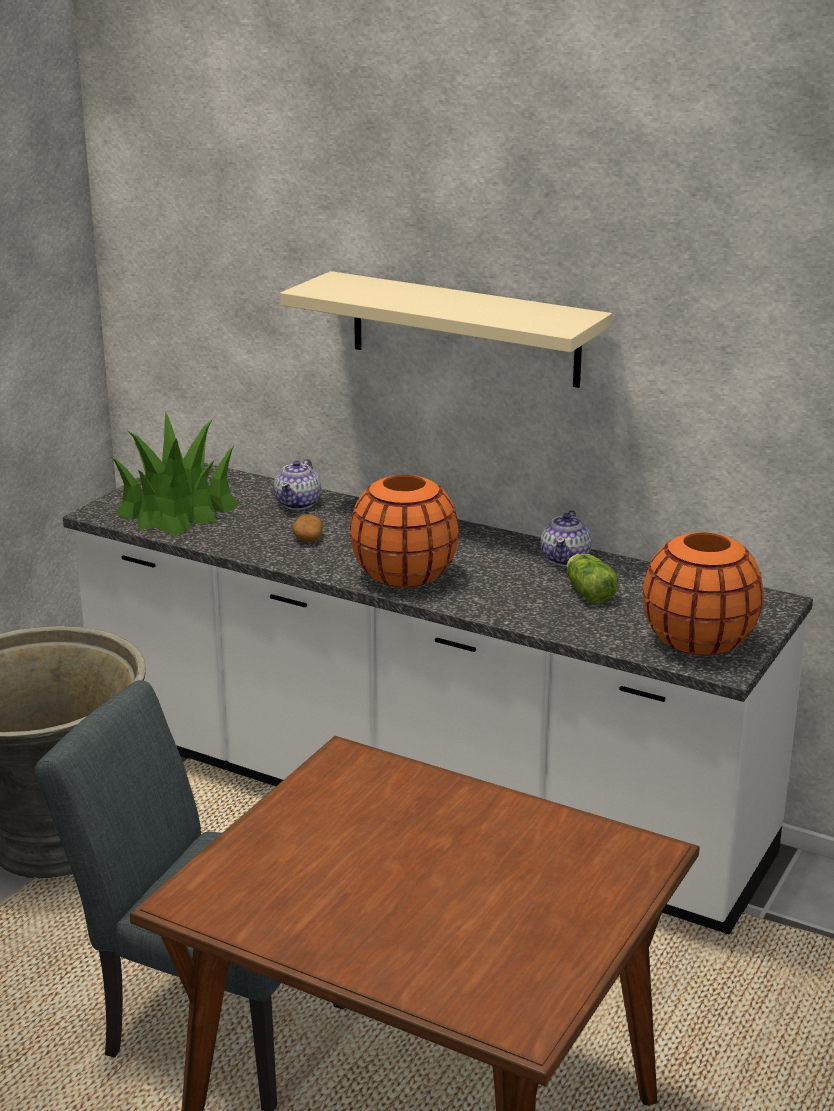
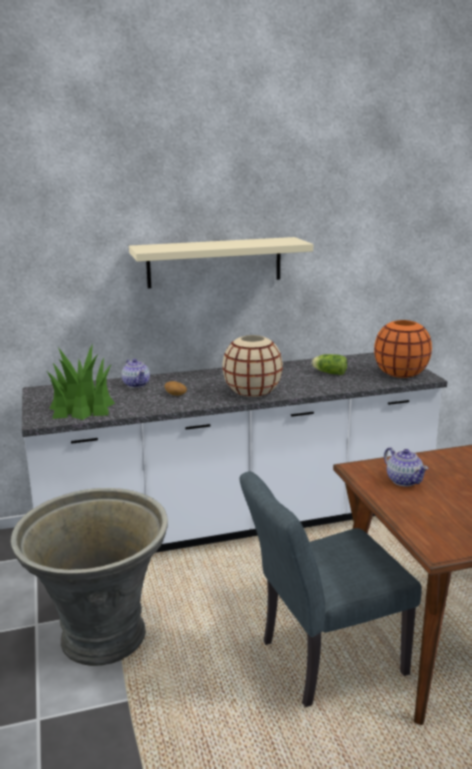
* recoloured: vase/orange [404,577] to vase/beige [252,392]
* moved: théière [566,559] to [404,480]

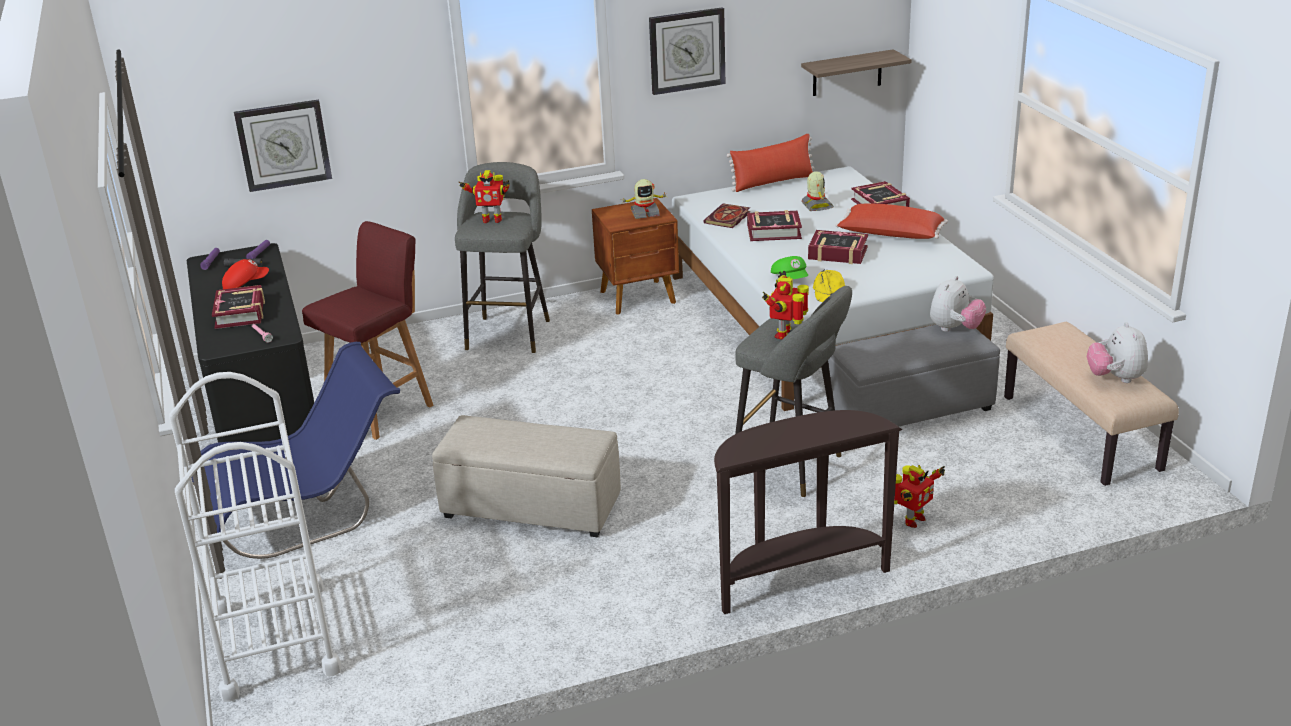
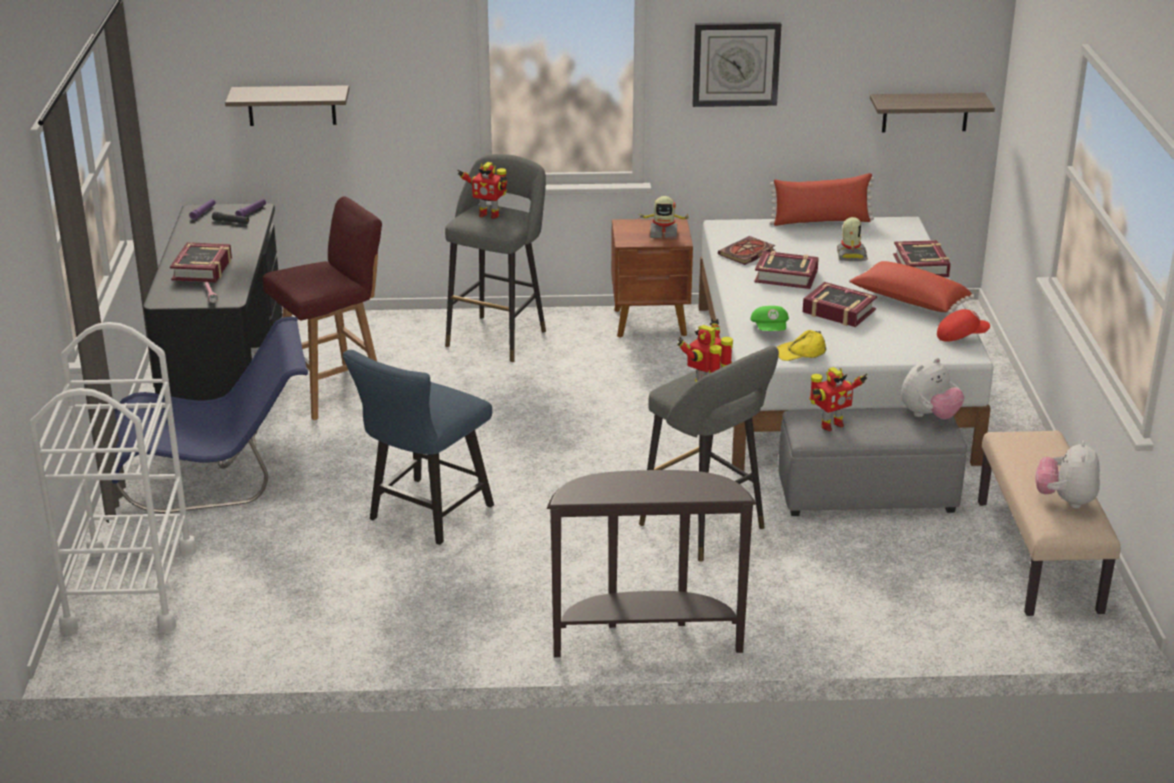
* replaced: horloge murale [283,145] to étagère [291,105]
* moved: casquette/rouge [245,284] to [961,336]
* turned: casquette/jaune [829,293] = [800,352] 60 degrees clockwise
* replaced: pouf/beige [530,507] to chaise/bleu [424,516]
* moved: robot jouet [912,520] to [830,425]

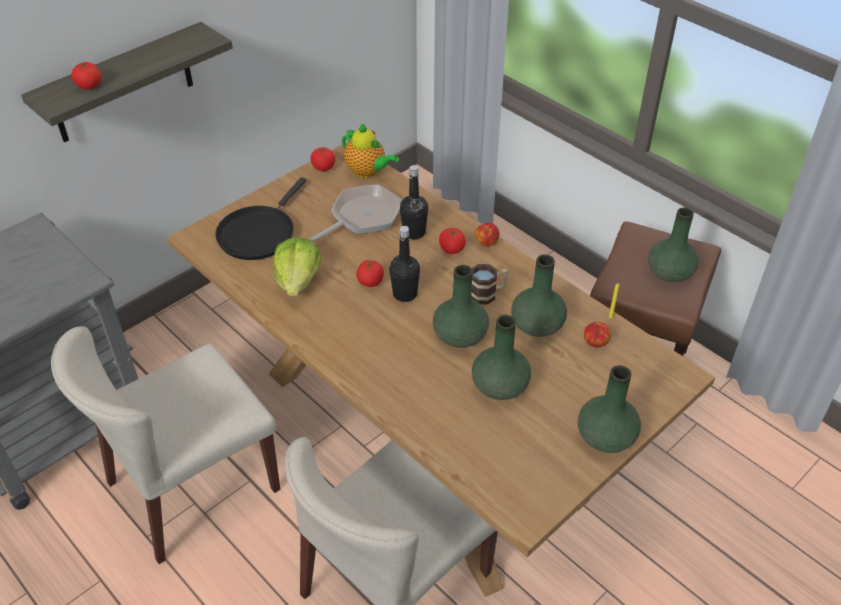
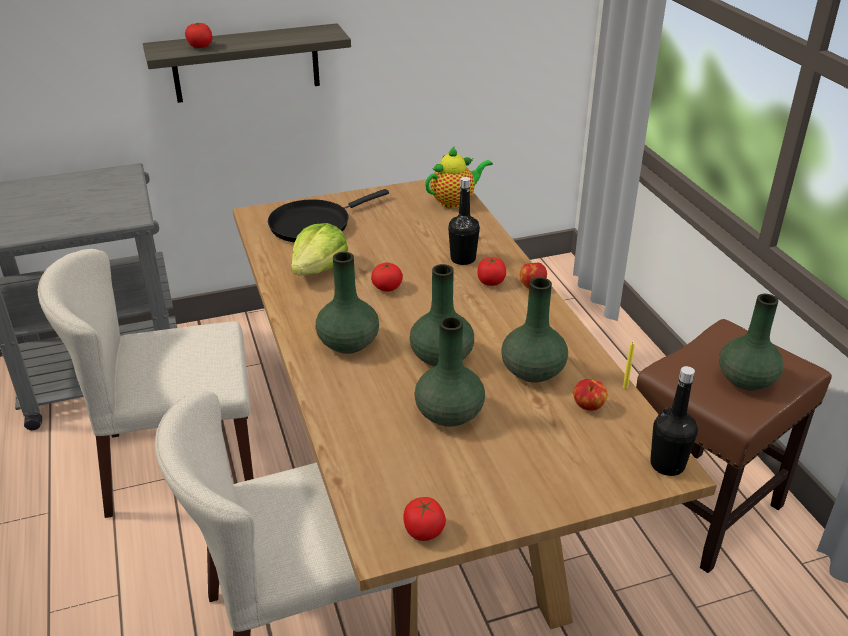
* turned: théière [367,172] = [455,201] 90 degrees counterclockwise
* moved: tomate [323,167] to [423,531]
* removed: poêle [362,217]
* moved: bouteille/noir [405,294] to [667,464]
* removed: mug [488,293]
* moved: vase/vert [605,437] to [347,343]

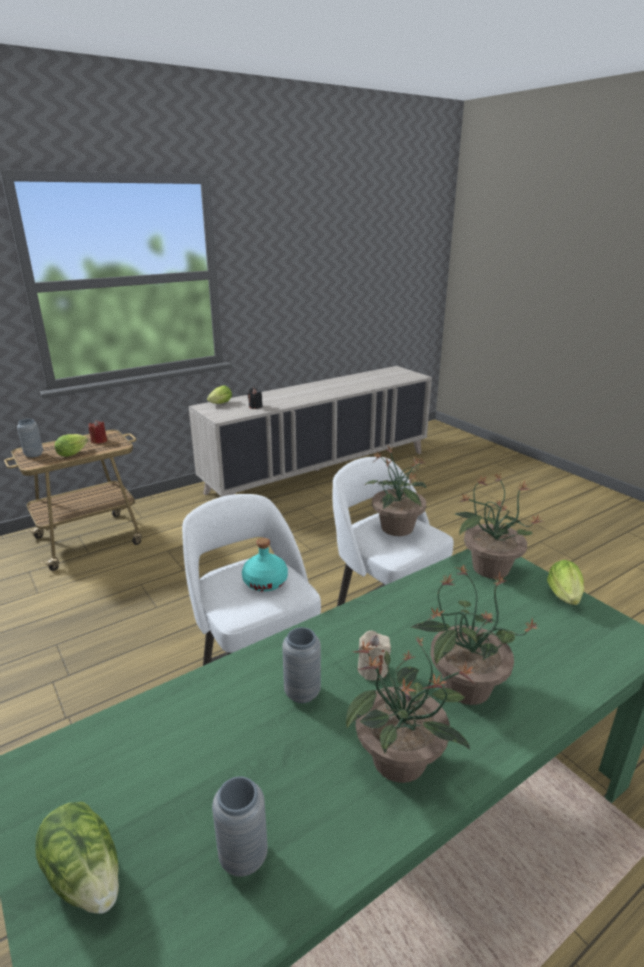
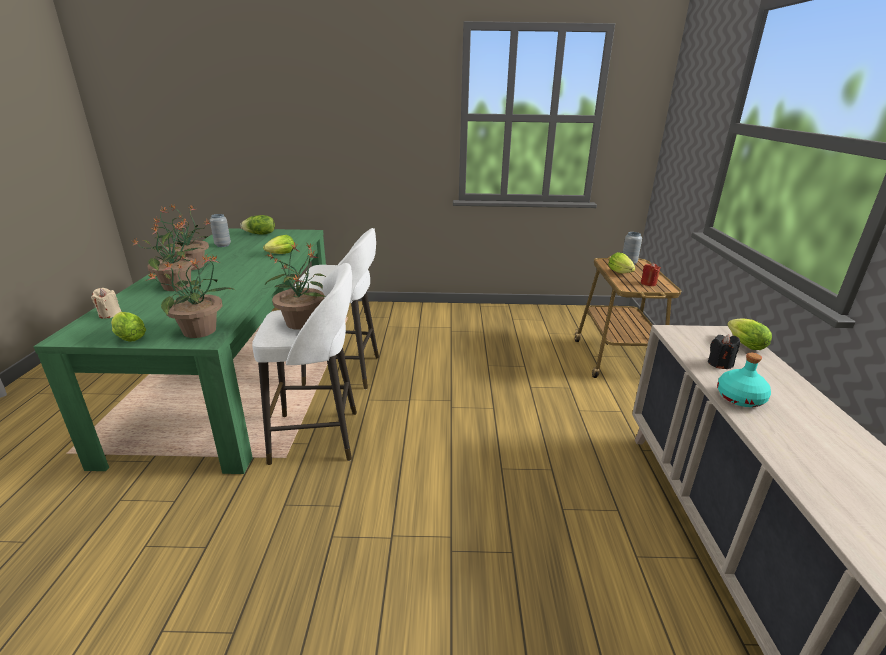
* moved: bouteille/turquoise [265,582] to [740,398]
* removed: vase/gris [302,692]
* moved: bougie/beige [372,669] to [109,314]
* added: laitue [280,254]

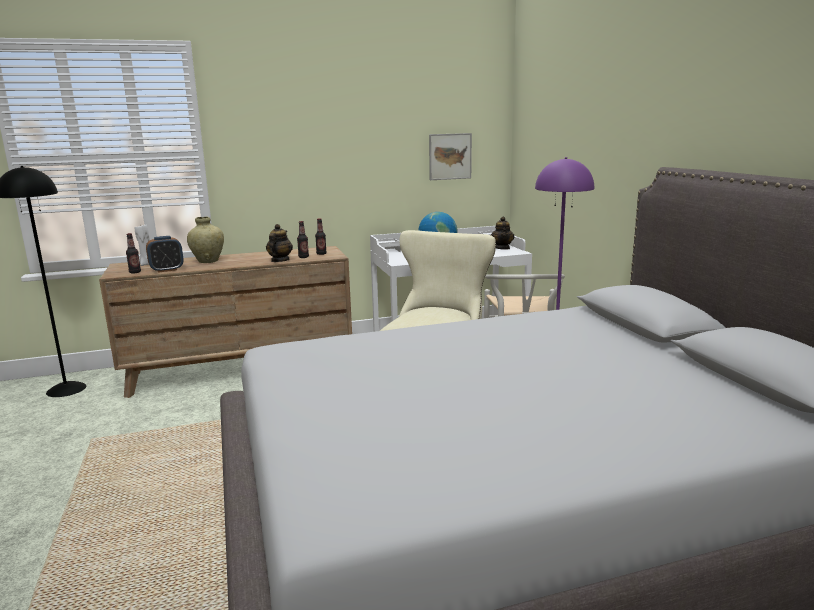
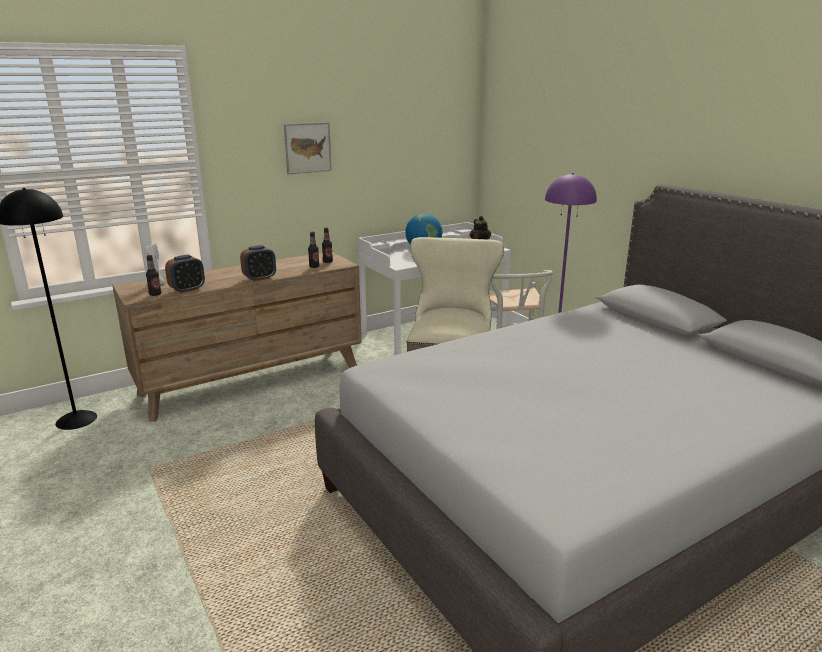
* moved: tableau [450,156] to [308,148]
* removed: vase/beige [208,261]
* removed: théière [280,260]
* added: réveil [259,278]

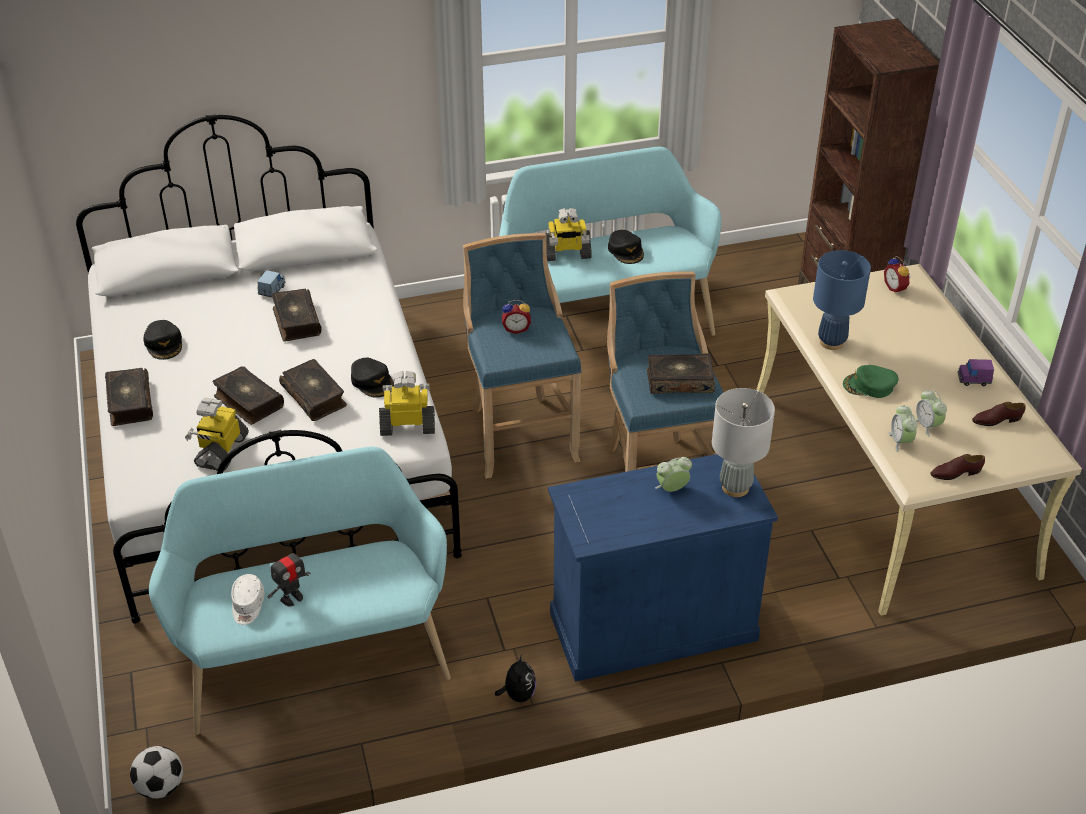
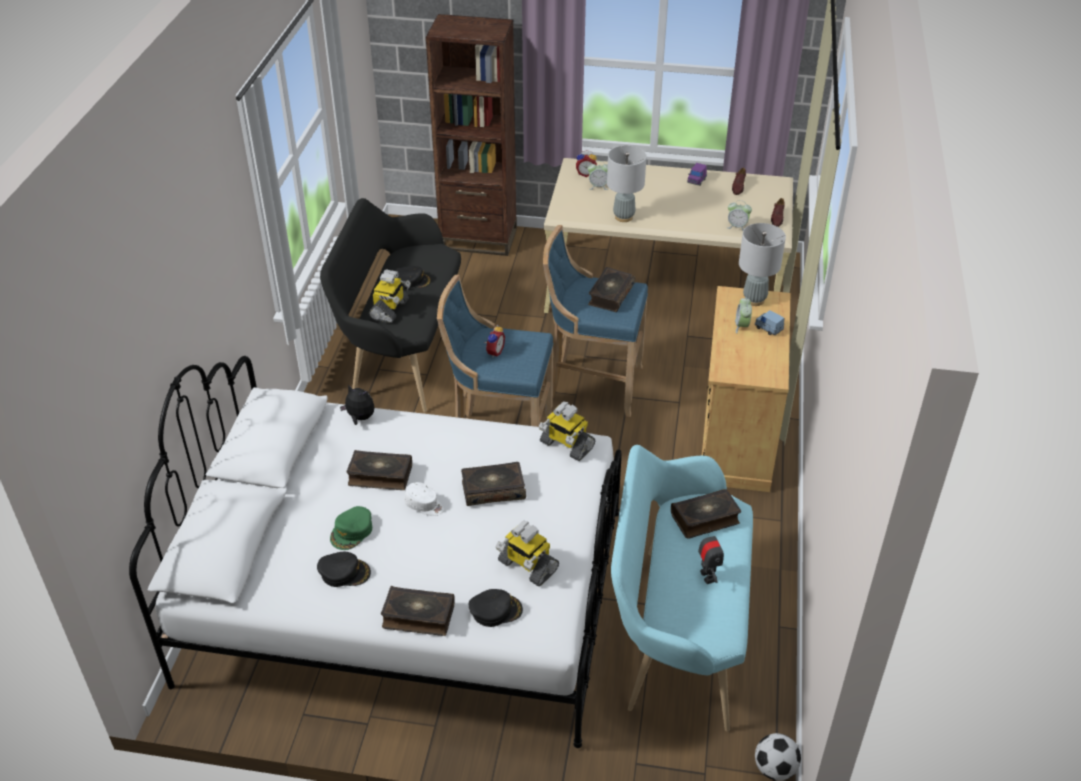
* recoloured: banc/turquoise [604,320] to banc/noir [401,351]
* recoloured: lampe de table/bleu [831,342] to lampe de table/gris [624,217]
* moved: petite voiture/bleu [272,290] to [768,328]
* moved: casquette/noir [372,381] to [495,610]
* moved: casquette/vert [869,386] to [352,531]
* moved: livre [248,402] to [705,519]
* turned: robot jouet [408,425] = [566,445] 75 degrees counterclockwise
* moved: réveil [927,425] to [598,186]
* recoloured: meuble de rangement/bleu [652,626] to meuble de rangement/beige [736,437]
* moved: casquette/blanc [247,606] to [424,505]
* moved: peluche [518,695] to [360,418]

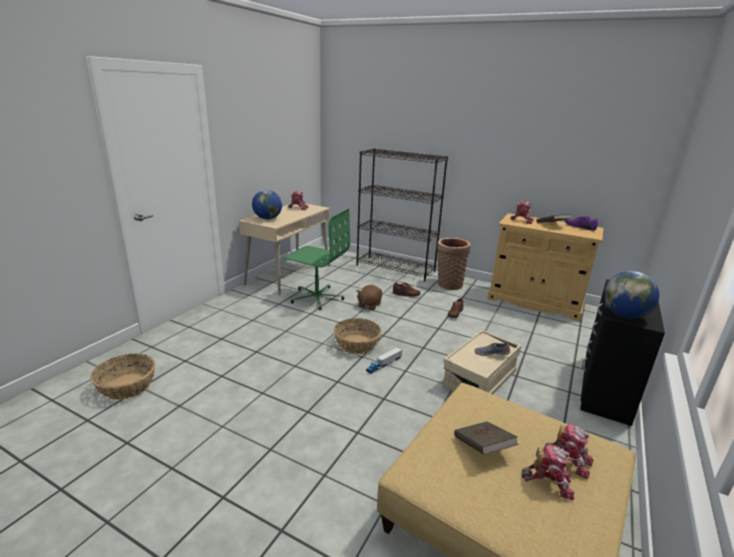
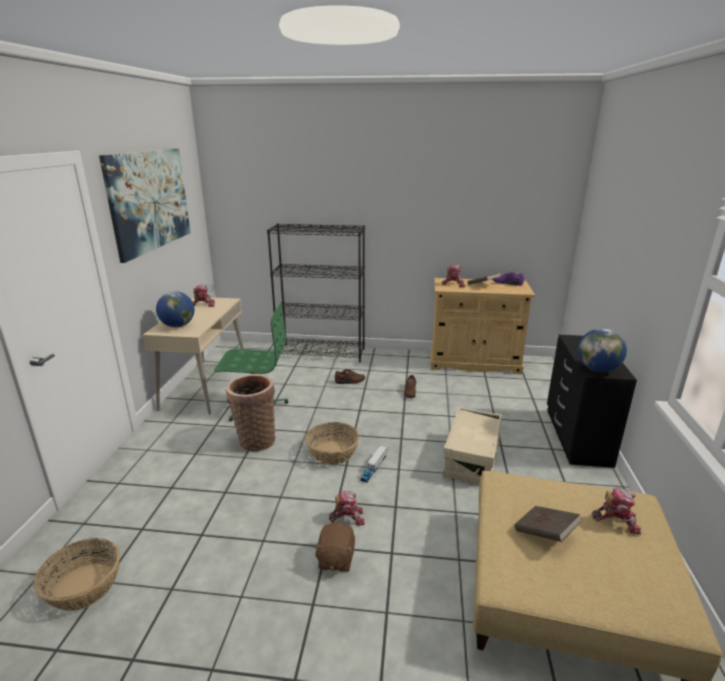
* moved: panier [448,284] to [255,440]
* moved: peluche/marron [369,305] to [335,559]
* removed: chaussure [491,354]
* moved: robot jouet [548,481] to [347,517]
* added: tableau [150,200]

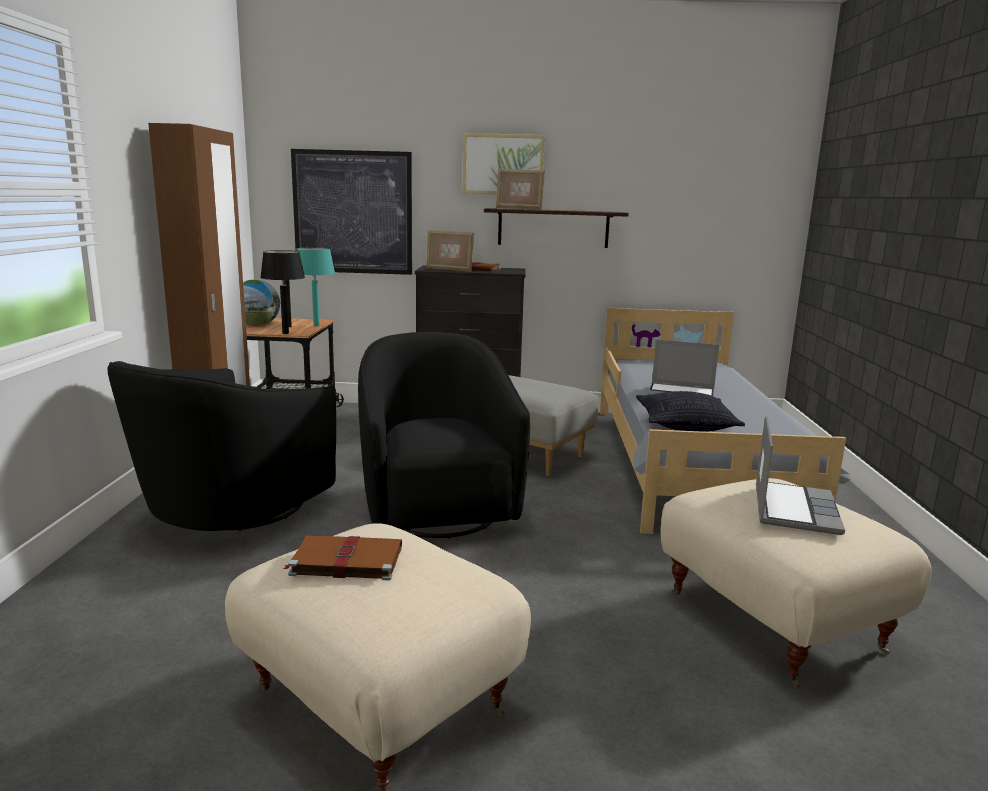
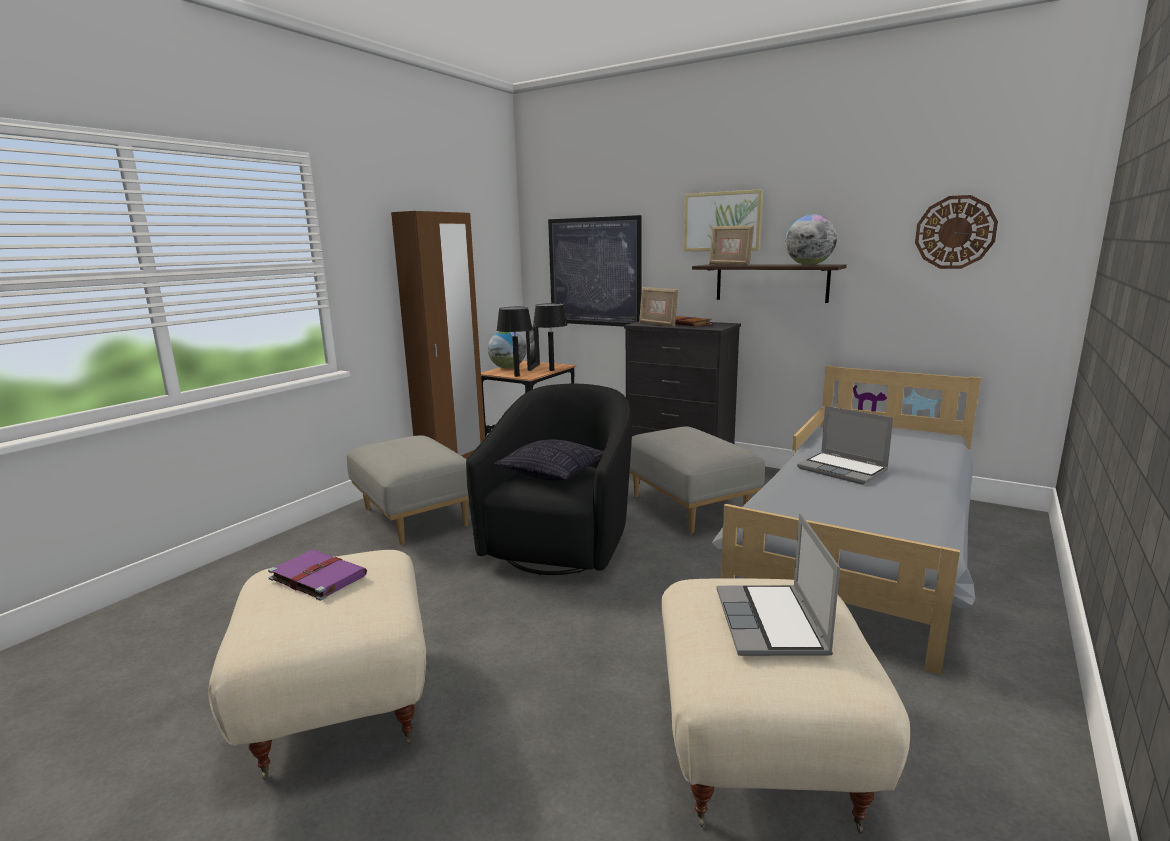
* recoloured: lampe de table/turquoise [316,325] to lampe de table/noir [551,370]
* replaced: fauteuil/noir [232,510] to pouf/gris [413,517]
* moved: coussin [685,425] to [553,473]
* turned: ordinateur portable [793,509] = [772,623] 135 degrees clockwise
* recoloured: livre/marron [345,561] to livre/violet [316,576]
* added: horloge murale [955,232]
* added: globe [808,265]

